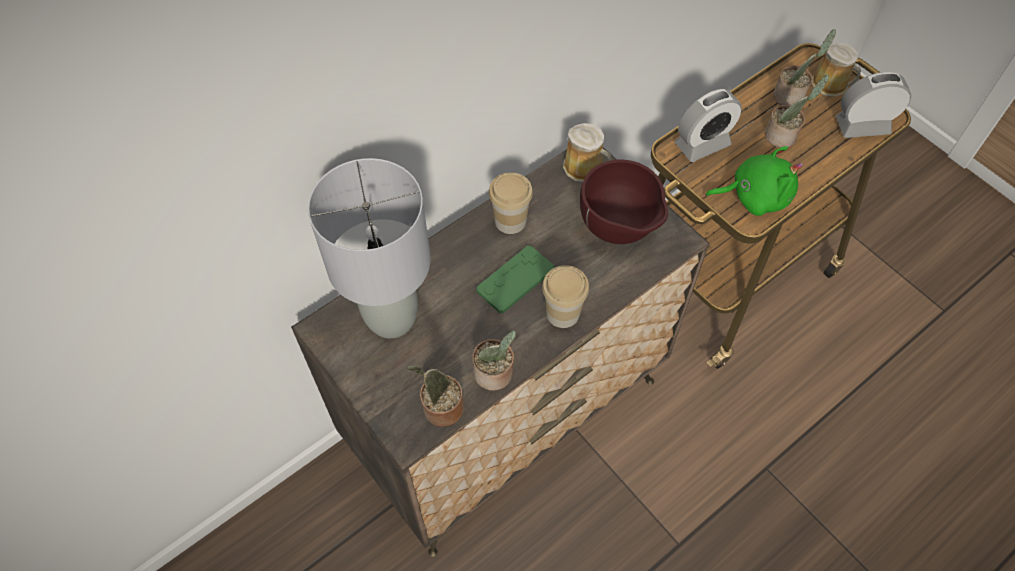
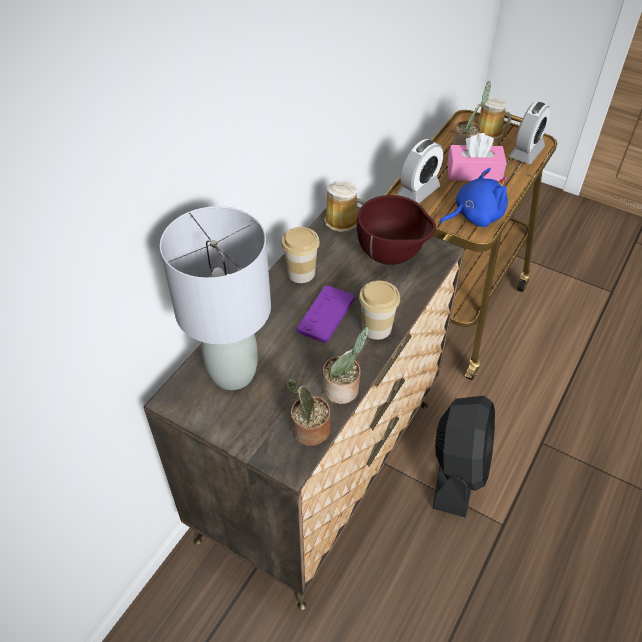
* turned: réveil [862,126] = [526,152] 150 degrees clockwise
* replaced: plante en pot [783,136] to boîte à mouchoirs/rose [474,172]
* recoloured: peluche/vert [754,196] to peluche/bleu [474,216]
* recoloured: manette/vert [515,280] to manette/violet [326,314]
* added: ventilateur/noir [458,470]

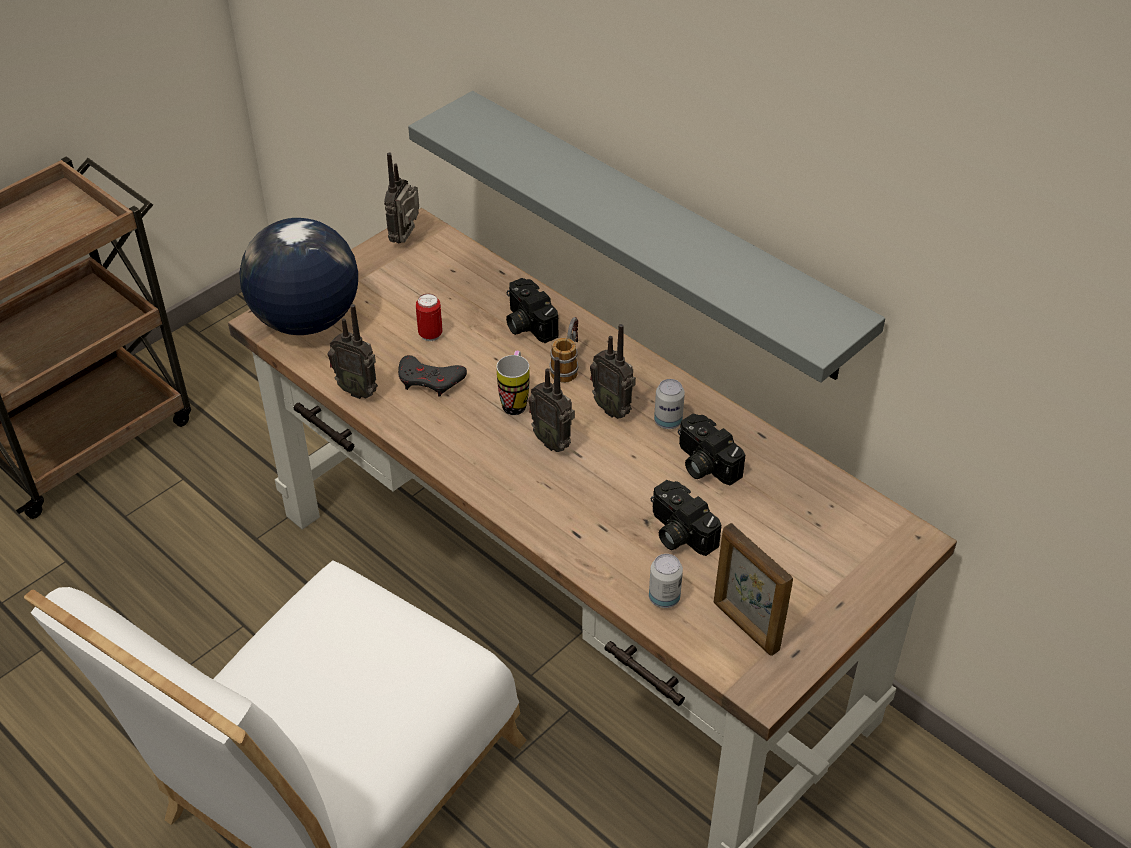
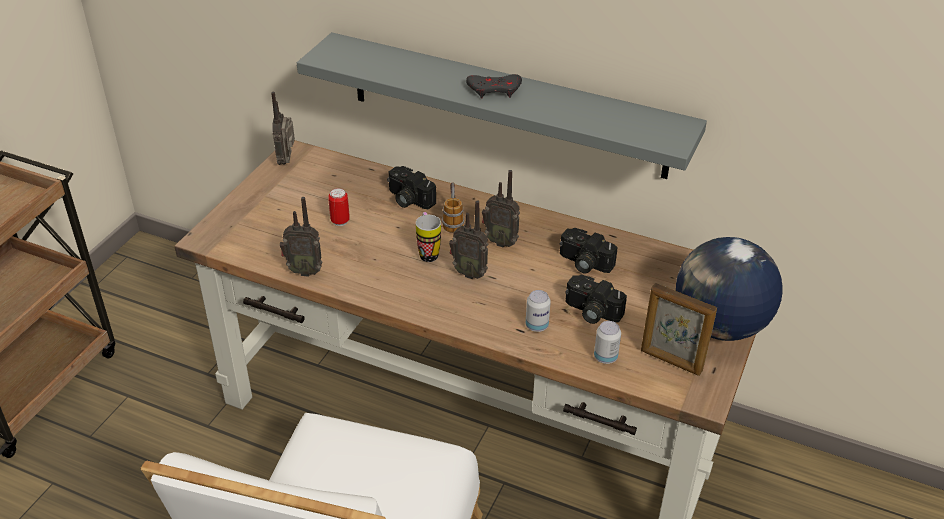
* moved: globe [306,321] to [719,326]
* moved: manette/gris [430,380] to [494,90]
* moved: boîte métallique [668,422] to [536,326]

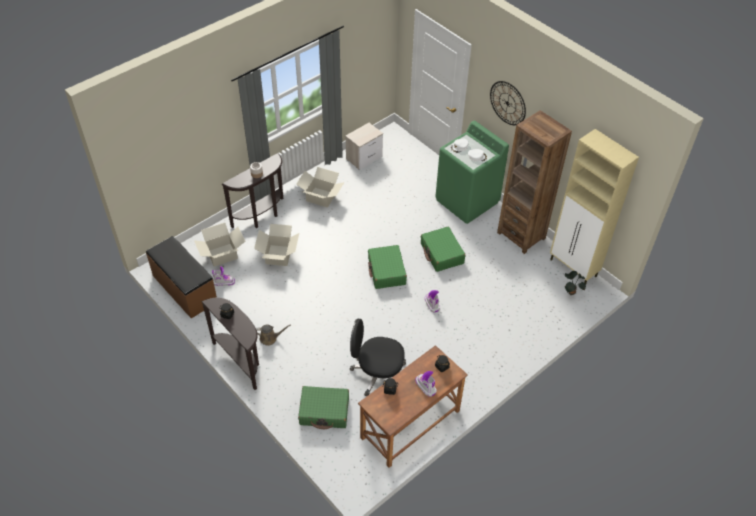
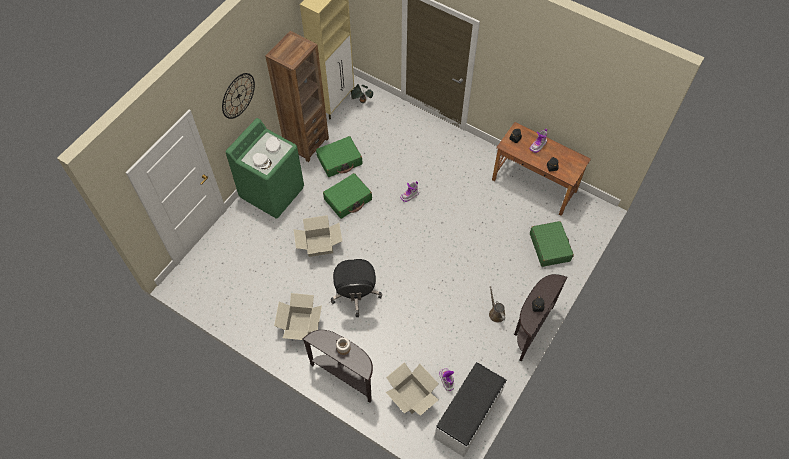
* removed: table de chevet [364,158]
* moved: carton [279,255] to [319,245]
* recoloured: banc/marron [184,289] to banc/blanc [469,415]
* moved: valise/vert [386,271] to [339,160]
* moved: chaise de bureau/noir [377,373] to [355,294]

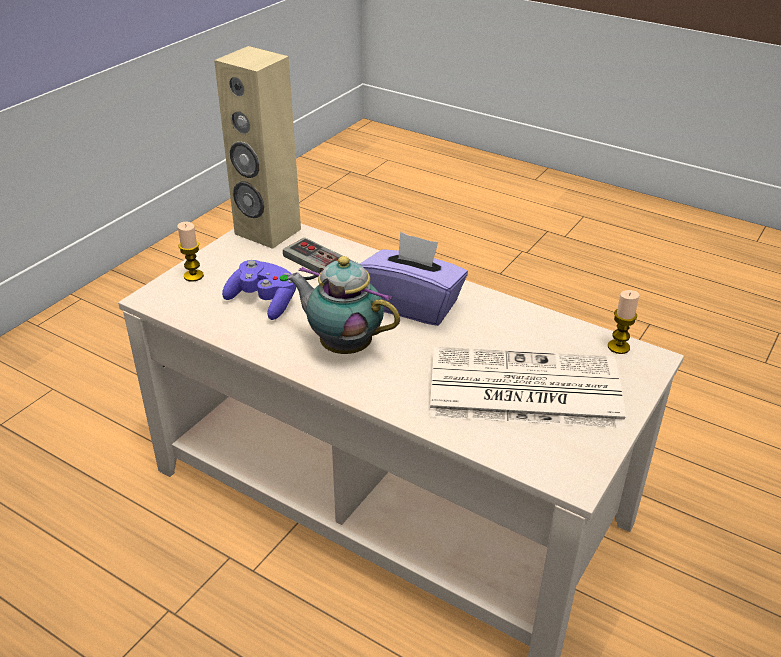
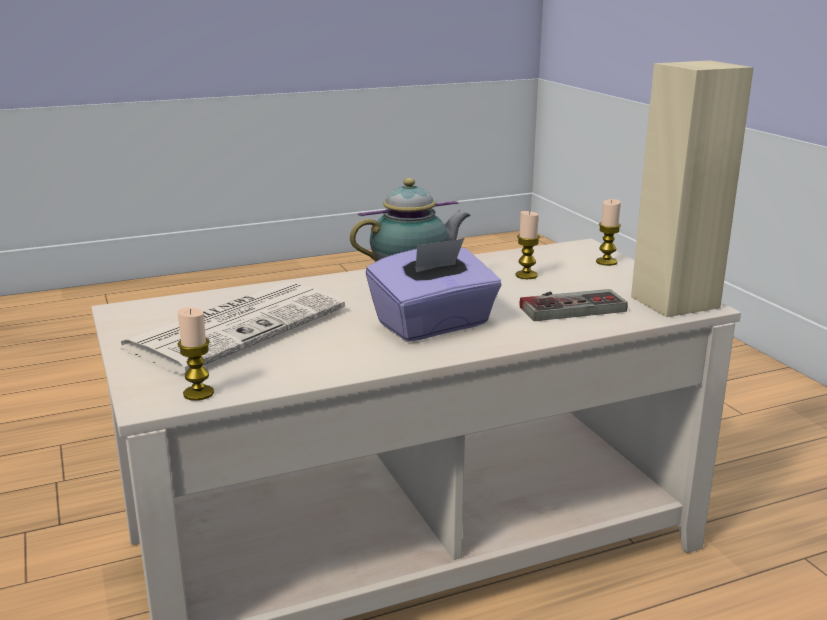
* replaced: manette/violet [264,301] to bougie [526,275]

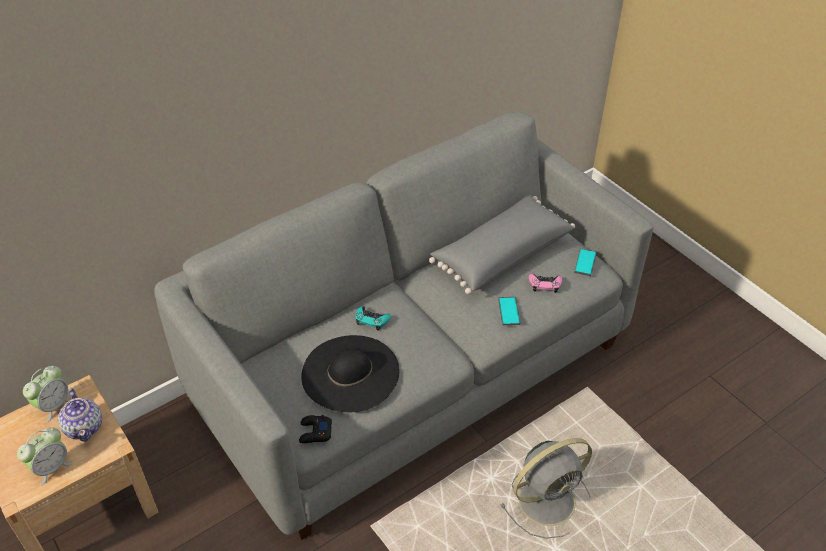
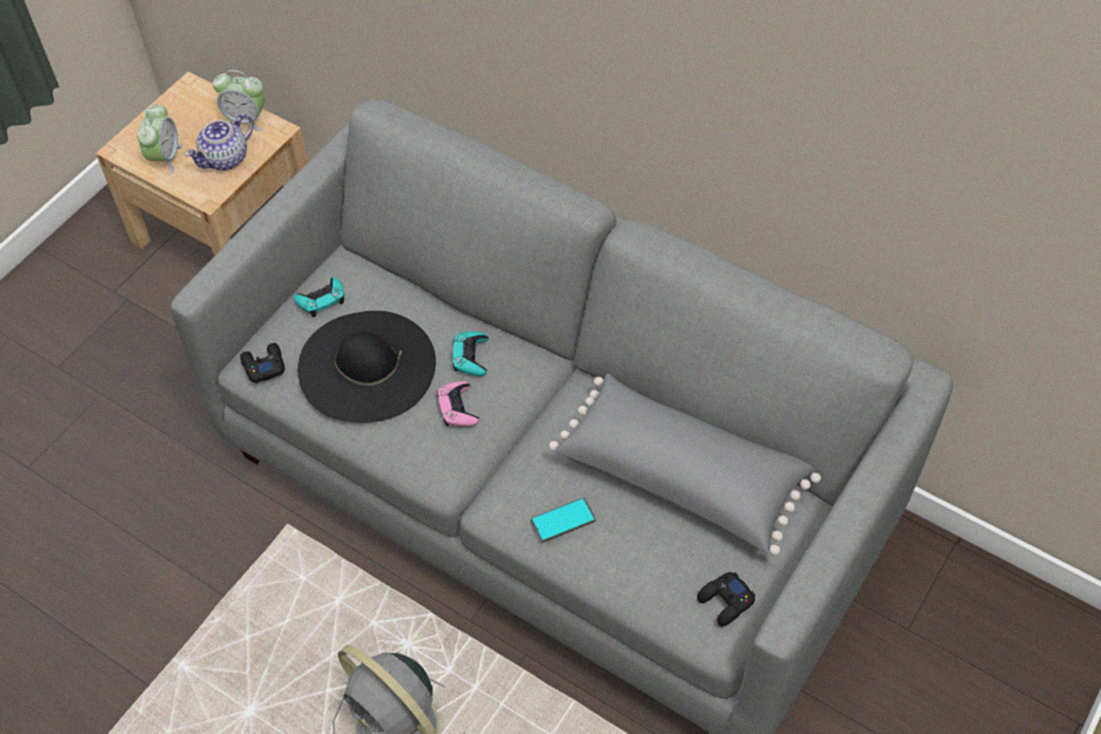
* replaced: téléphone [585,262] to manette/noir [725,602]
* moved: manette/rose [545,284] to [458,408]
* turned: réveil [51,467] = [165,157] 105 degrees counterclockwise
* added: manette/turquoise [321,300]

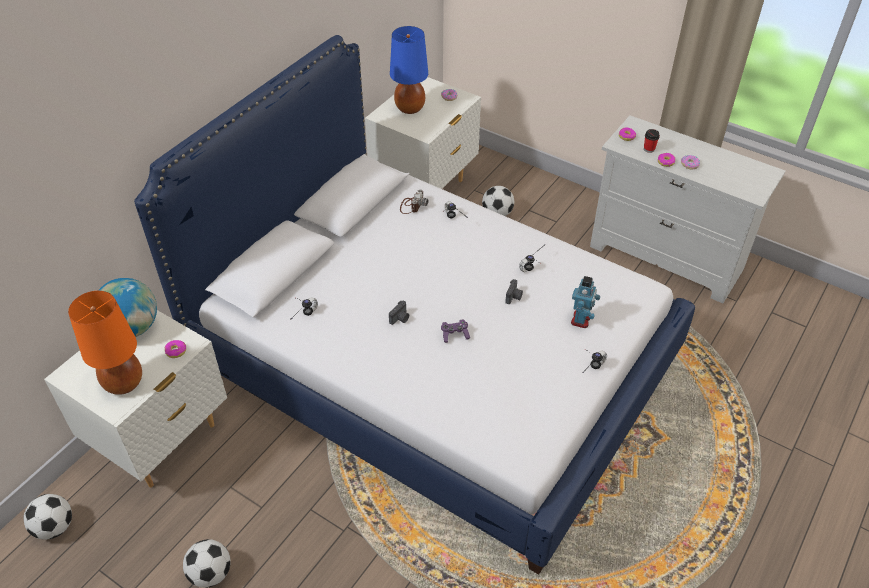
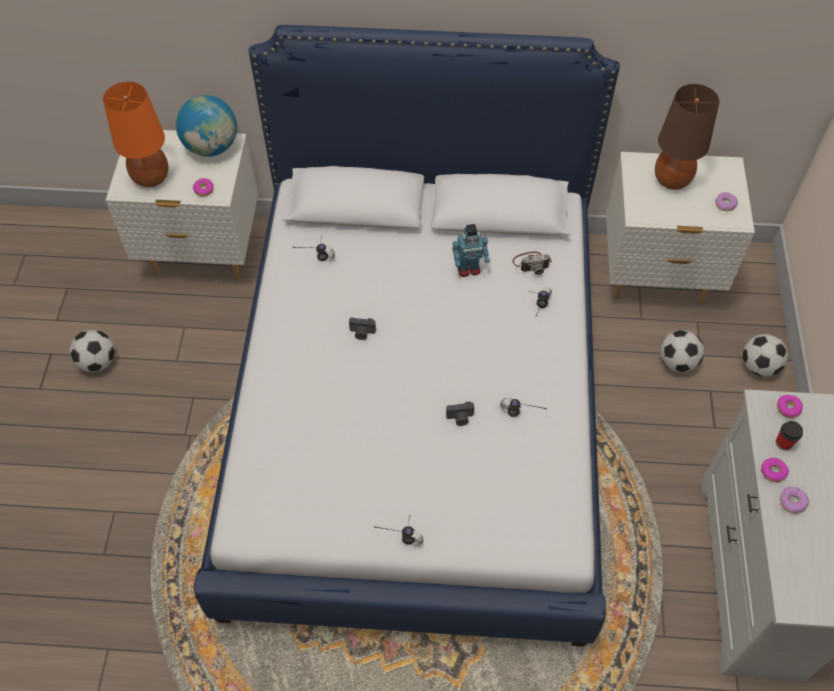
* recoloured: lampe de table/bleu [410,108] to lampe de table/marron [672,180]
* moved: robot jouet [581,320] to [468,269]
* removed: manette/violet [454,334]
* moved: ballon de foot [54,527] to [759,366]

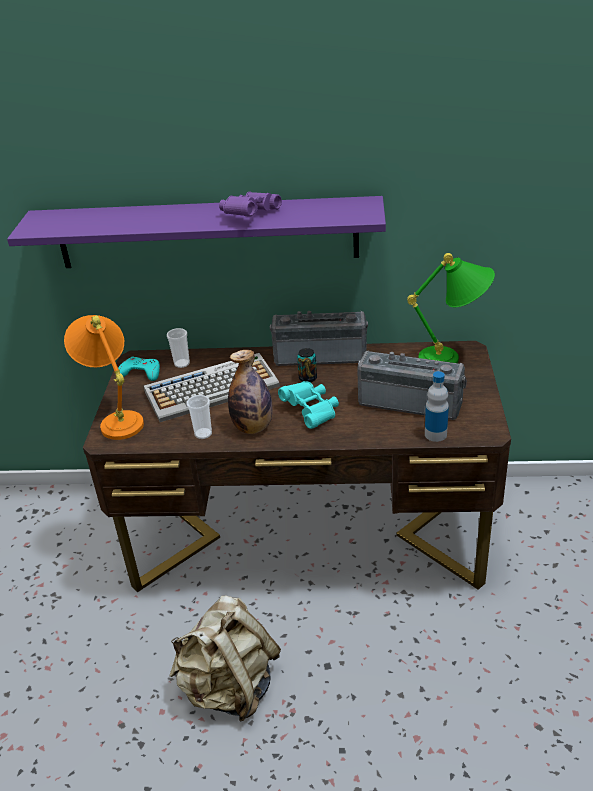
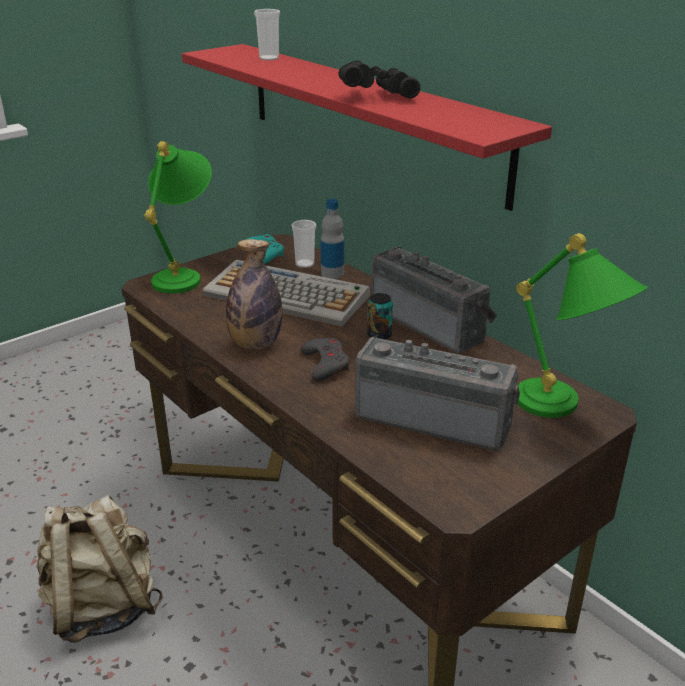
* recoloured: jumelles/violet [249,216] to jumelles/noir [376,96]
* recoloured: étagère/violet [206,233] to étagère/rouge [368,118]
* recoloured: lampe de table/orange [117,418] to lampe de table/vert [184,275]
* turned: radio [411,401] = [434,418] 45 degrees counterclockwise
* moved: bouteille [435,434] to [332,273]
* replaced: jumelles/turquoise [311,412] to manette/gris [325,364]
* moved: tasse [203,434] to [269,58]

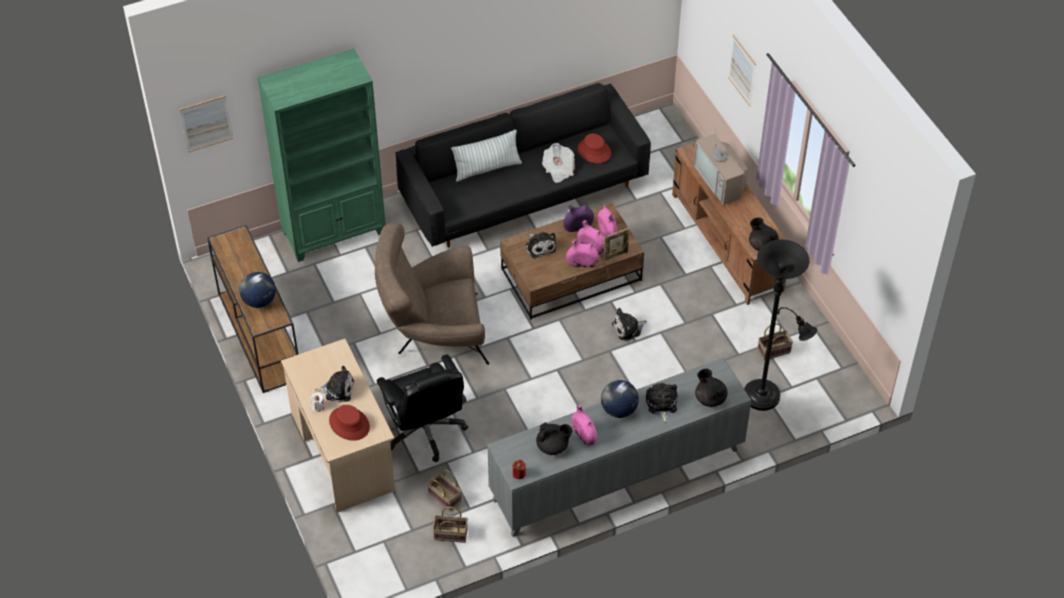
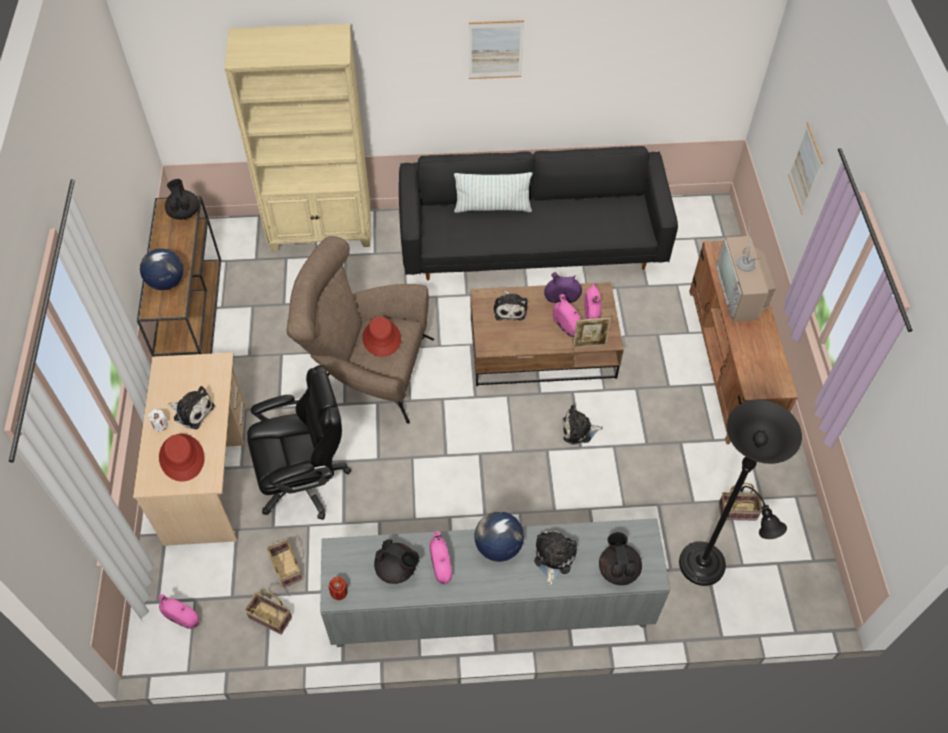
* recoloured: bibliothèque/vert [334,232] to bibliothèque/beige [322,231]
* moved: tableau [206,123] to [495,49]
* moved: chapeau/rouge [594,151] to [381,338]
* removed: journal [558,169]
* moved: théière/noir [762,245] to [184,212]
* moved: vase/rose [582,263] to [182,618]
* turned: chaise de bureau/noir [425,431] = [304,479] 105 degrees counterclockwise

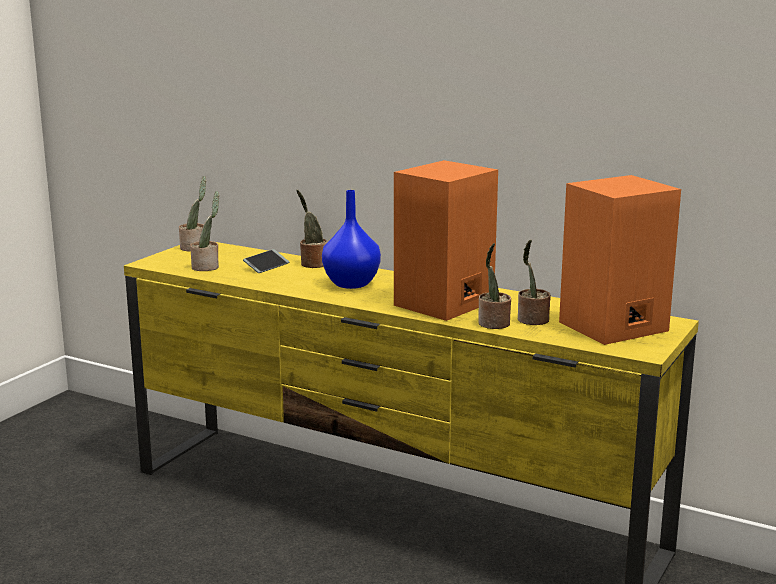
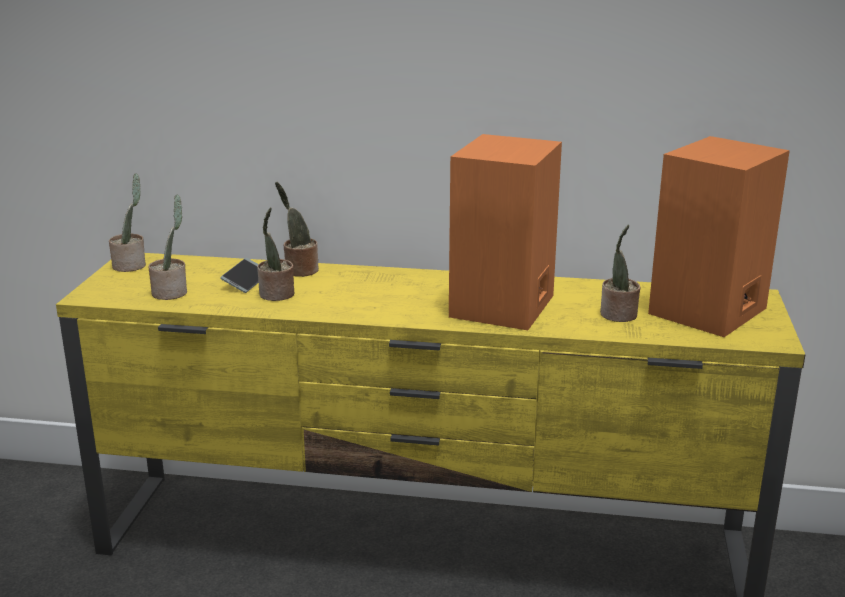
* removed: vase/bleu [351,284]
* moved: plante en pot [493,324] to [276,295]

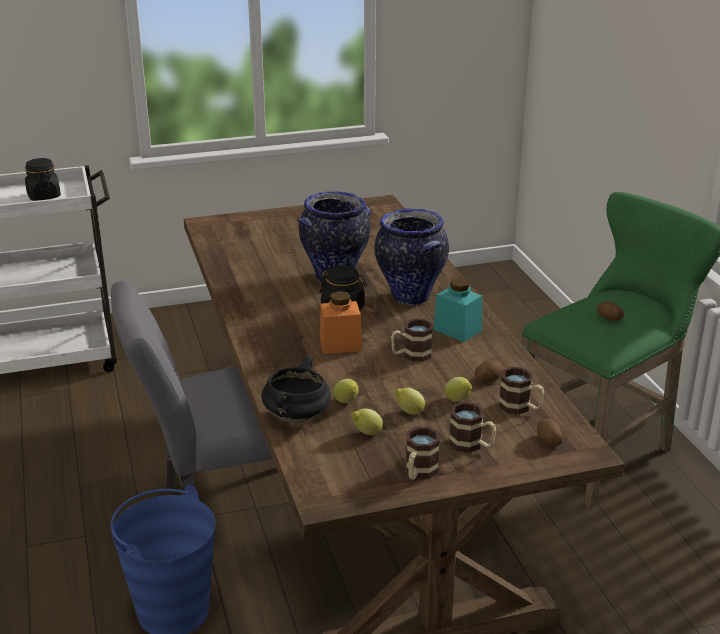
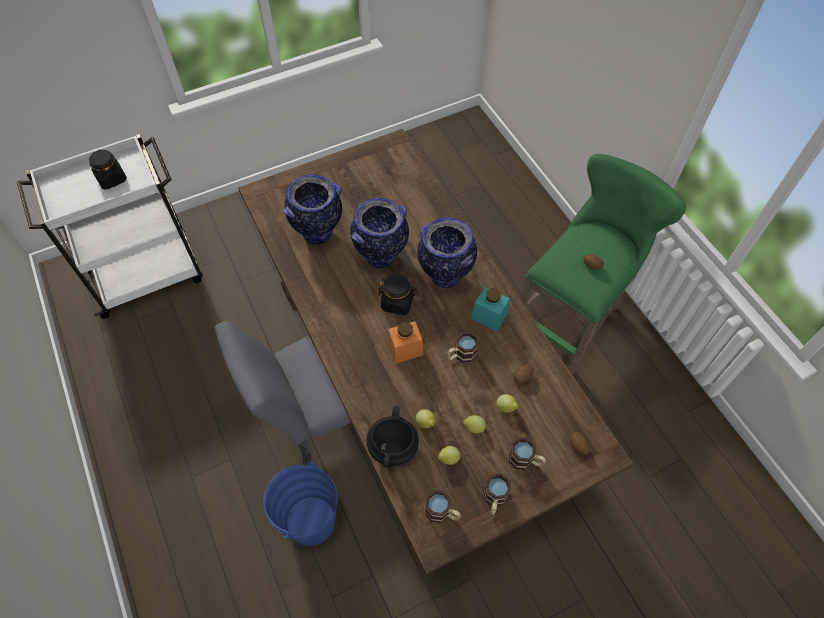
* moved: mug [520,408] to [442,513]
* added: vase [318,233]

